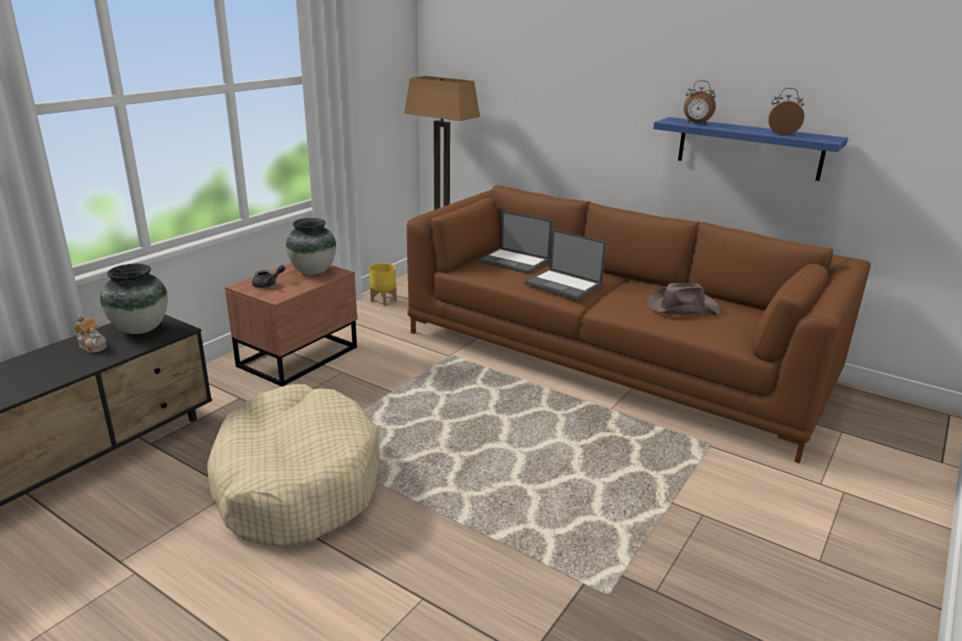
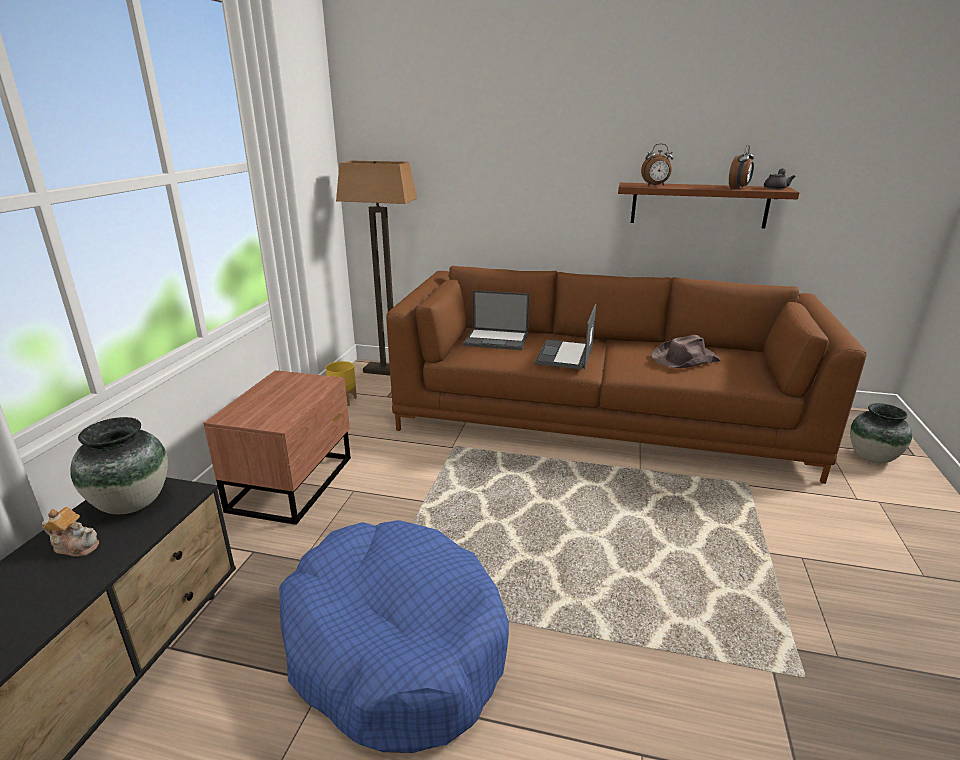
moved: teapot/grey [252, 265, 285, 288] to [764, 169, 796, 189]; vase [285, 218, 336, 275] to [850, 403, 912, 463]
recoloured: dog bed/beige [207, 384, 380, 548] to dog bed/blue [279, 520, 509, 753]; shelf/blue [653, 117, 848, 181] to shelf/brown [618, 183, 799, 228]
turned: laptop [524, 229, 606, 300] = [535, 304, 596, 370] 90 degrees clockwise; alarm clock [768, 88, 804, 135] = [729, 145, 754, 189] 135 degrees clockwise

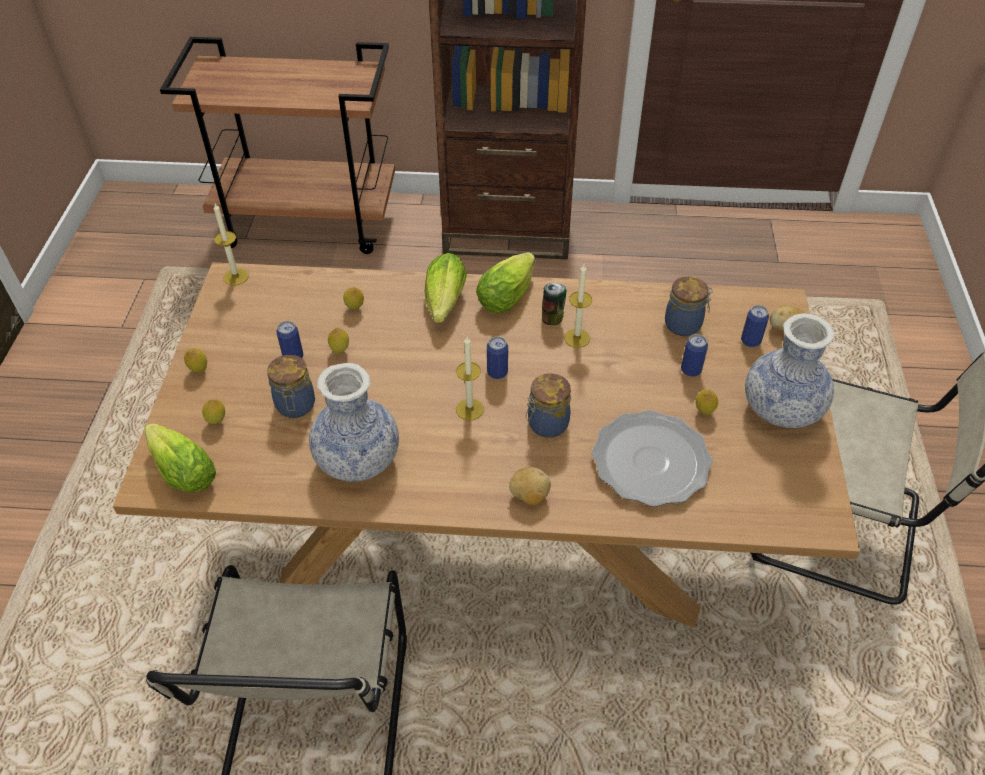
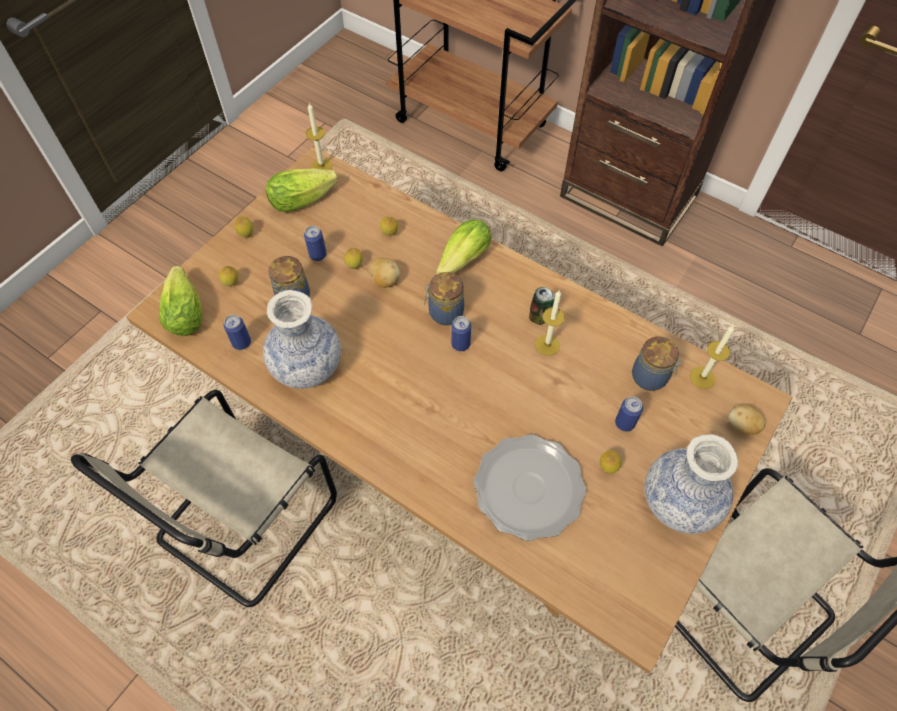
moved: candle [456, 337, 484, 420] to [690, 325, 734, 389]; lettuce [476, 252, 536, 314] to [266, 168, 338, 212]; potato [509, 467, 551, 505] to [369, 258, 400, 288]; jar [526, 373, 571, 438] to [424, 272, 464, 325]; can [741, 305, 769, 347] to [223, 314, 251, 350]

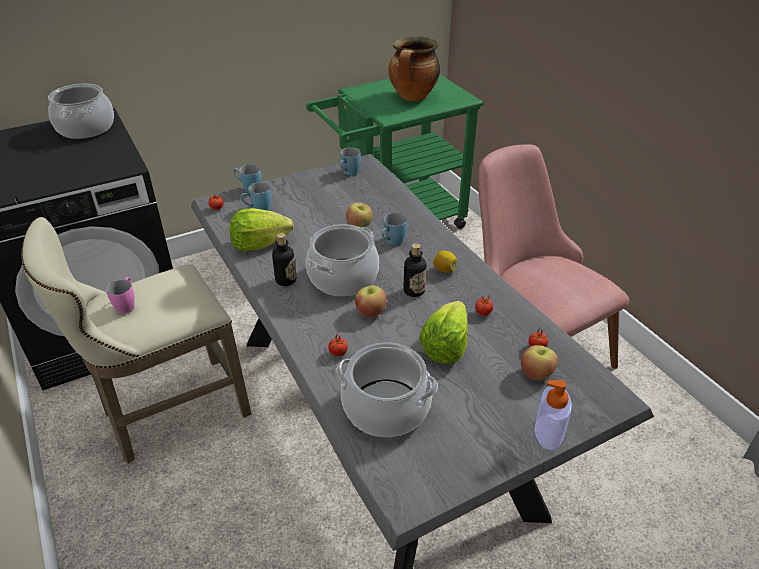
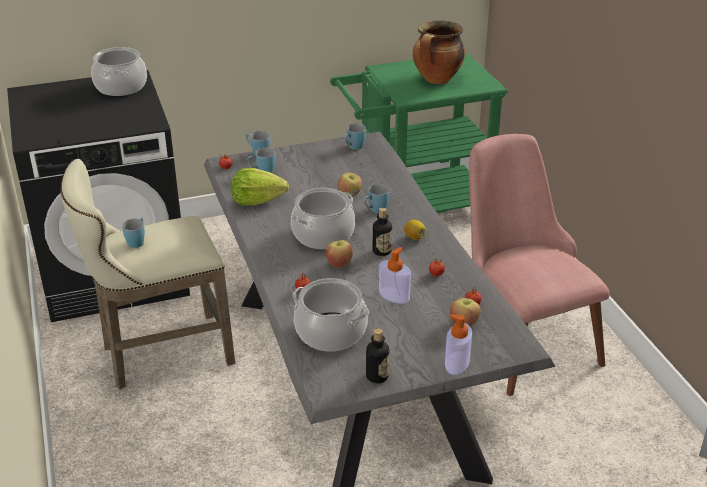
moved: bottle [272, 233, 296, 286] to [366, 328, 389, 383]
replaced: lettuce [419, 301, 468, 364] to soap dispenser [379, 247, 411, 304]
recoloured: mug/pink [106, 277, 135, 314] to mug/blue [122, 217, 145, 248]

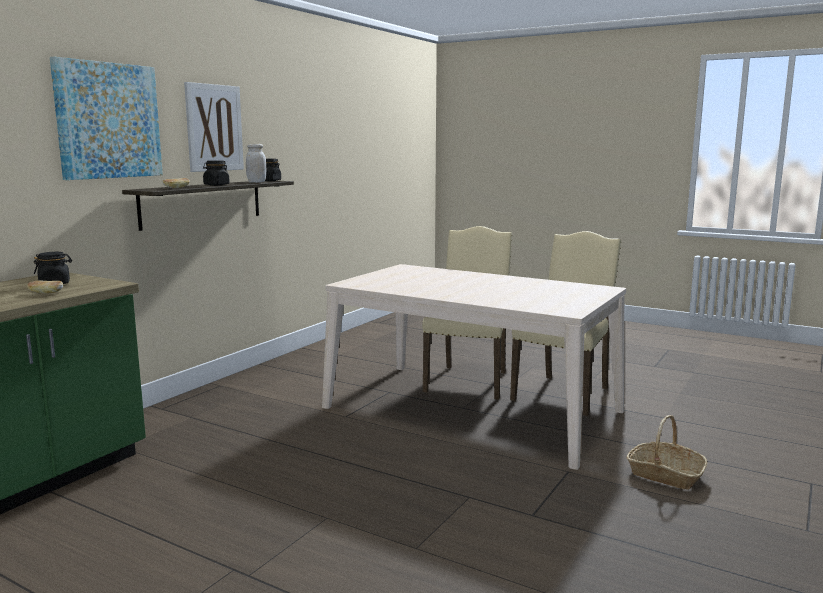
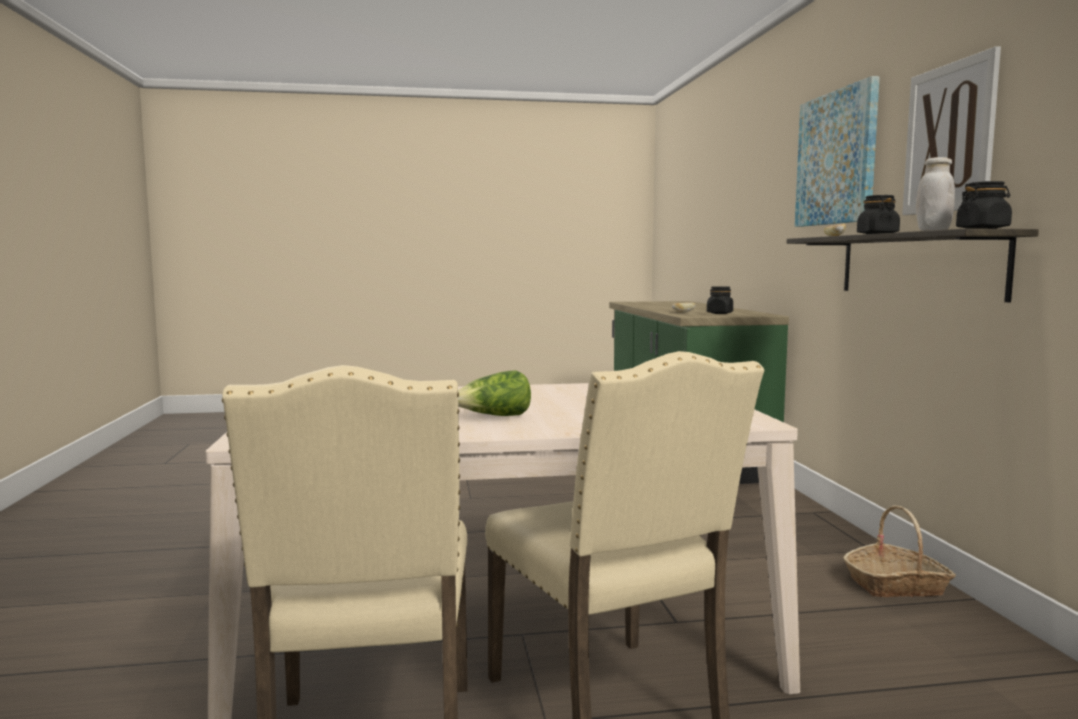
added: lettuce [458, 370, 531, 416]
moved: basket [626, 415, 707, 490] to [843, 505, 956, 597]

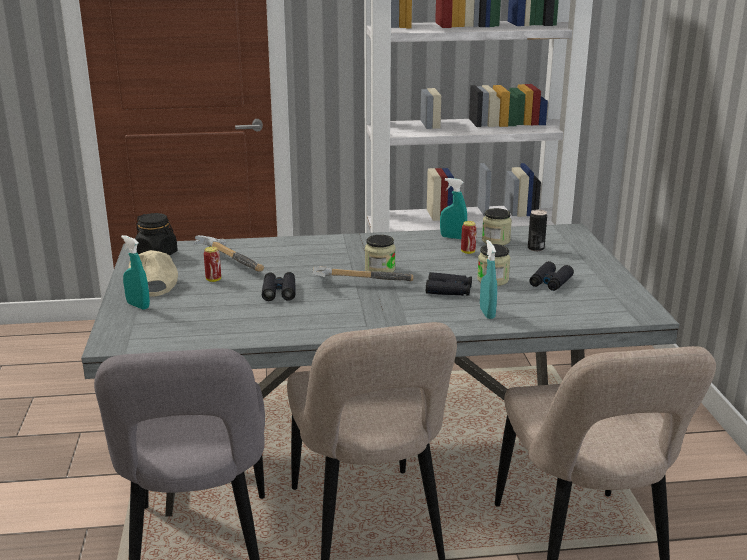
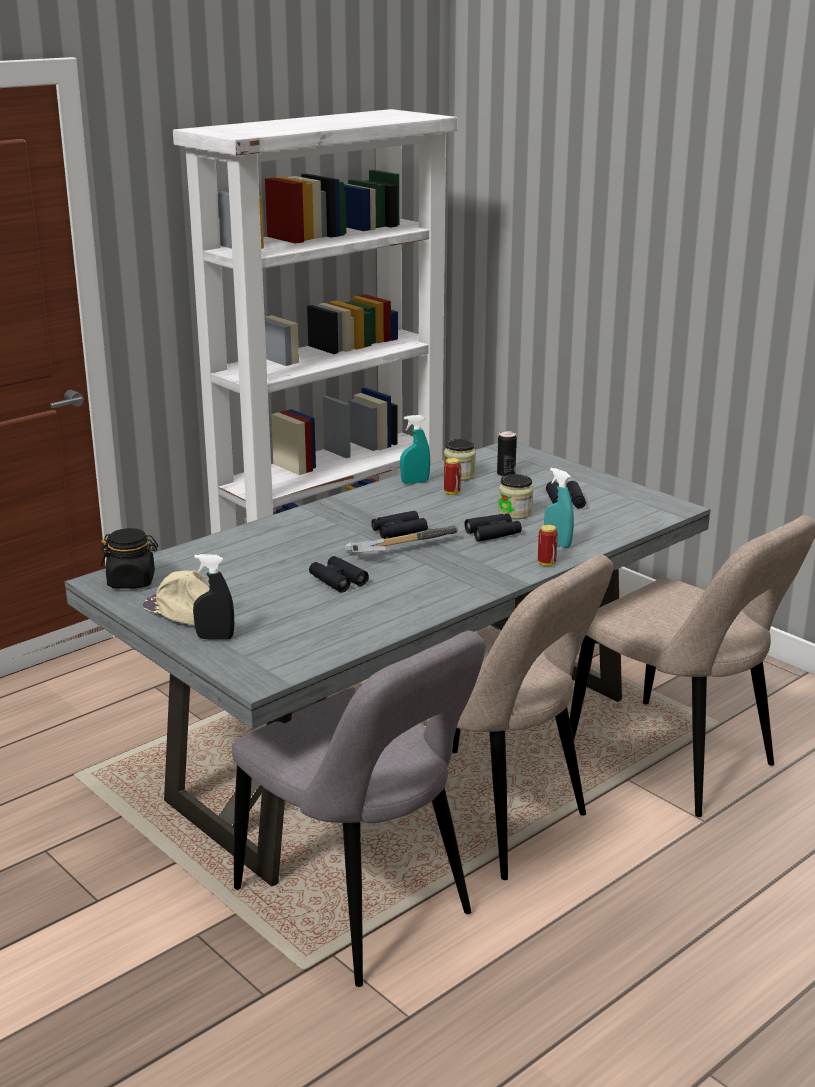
removed: hammer [193, 235, 264, 271]
moved: can [204, 247, 221, 282] to [538, 525, 558, 566]
replaced: jar [365, 235, 396, 272] to binoculars/black [371, 511, 428, 539]
recoloured: spray bottle/turquoise [121, 235, 150, 310] to spray bottle/black [193, 554, 234, 640]

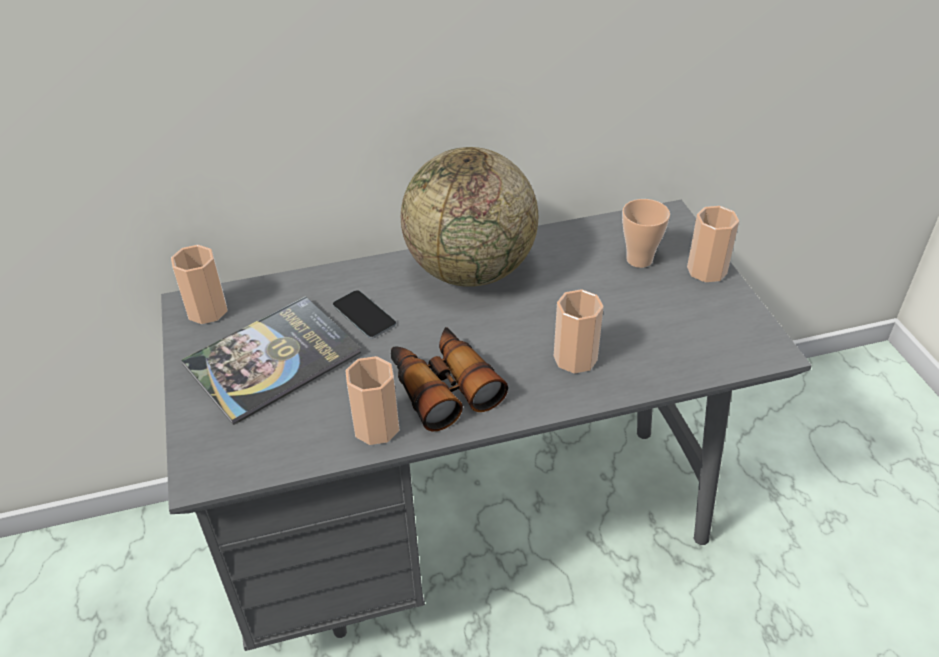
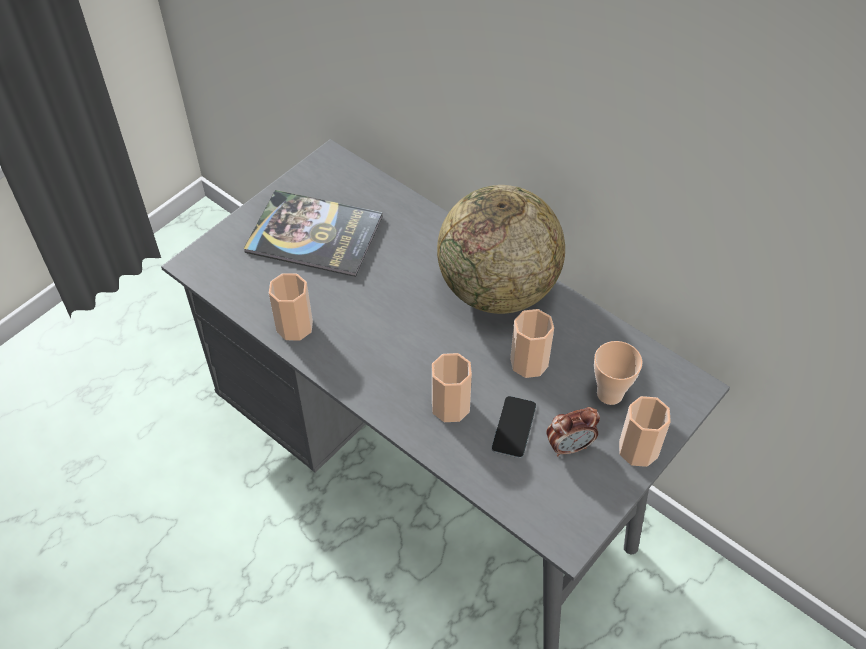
removed: binoculars [391, 327, 508, 431]
added: alarm clock [546, 407, 600, 457]
moved: cup [171, 245, 228, 324] to [510, 309, 554, 378]; phone [333, 290, 396, 339] to [492, 396, 536, 458]

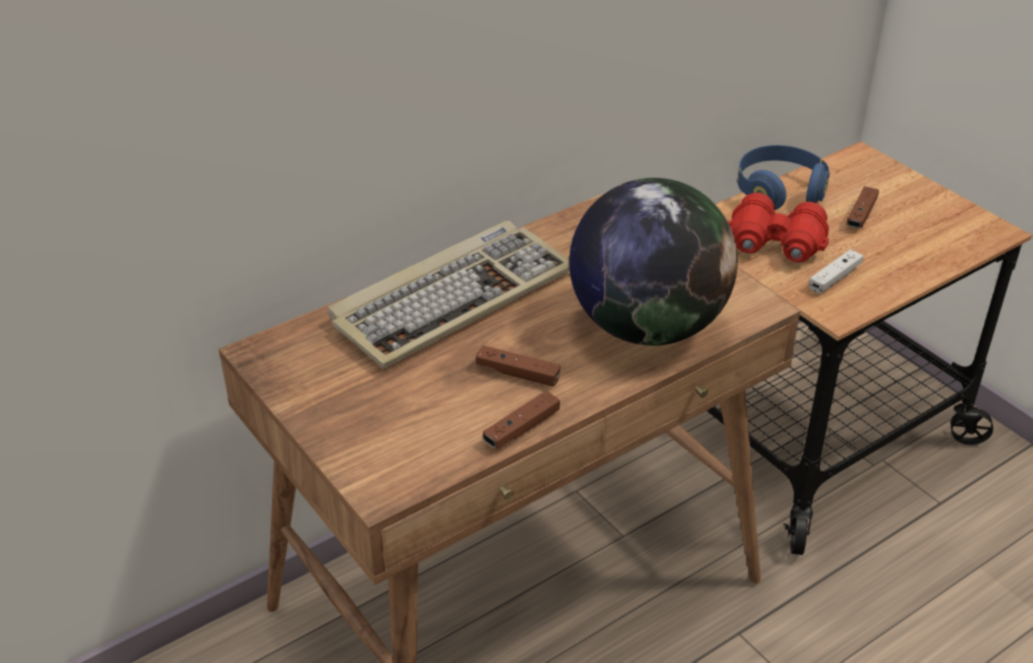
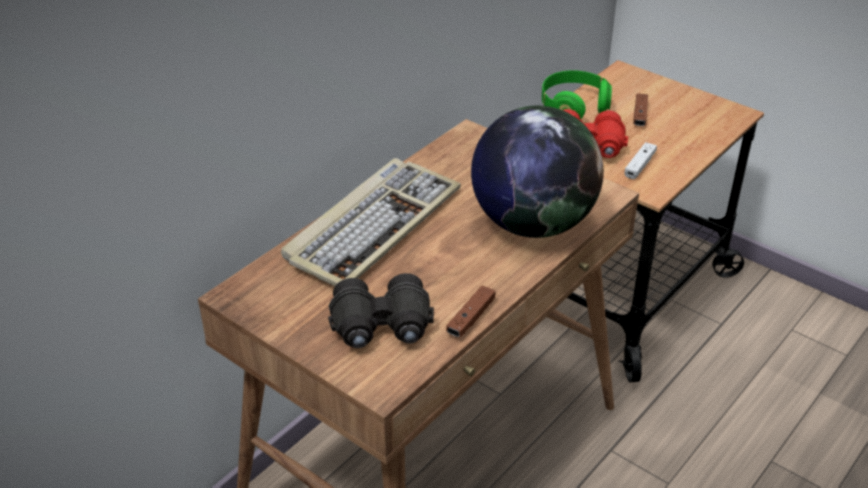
removed: game controller/brown [476, 346, 561, 386]
added: binoculars/black [328, 273, 434, 348]
recoloured: headphones/blue [737, 145, 829, 210] to headphones/green [542, 70, 612, 119]

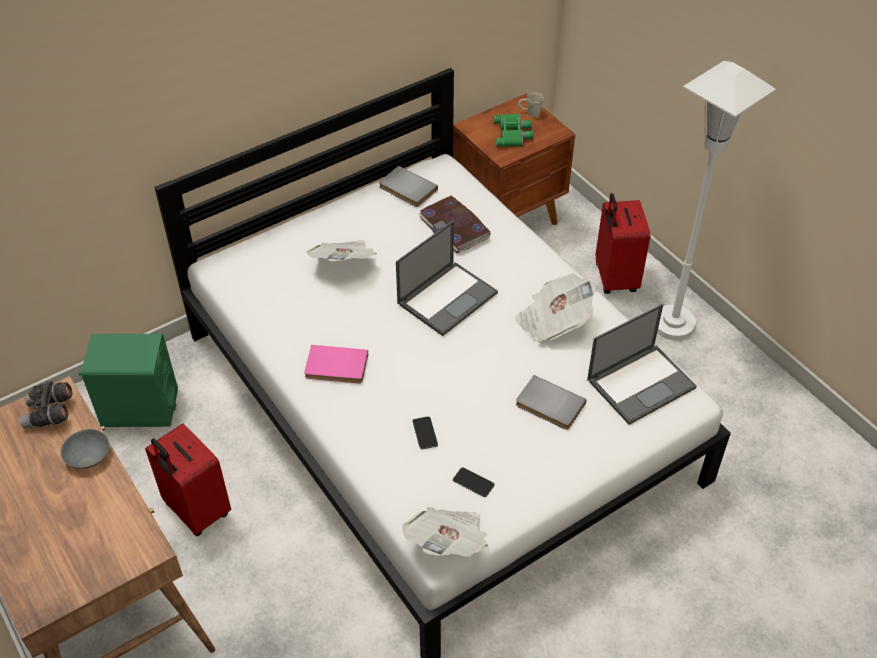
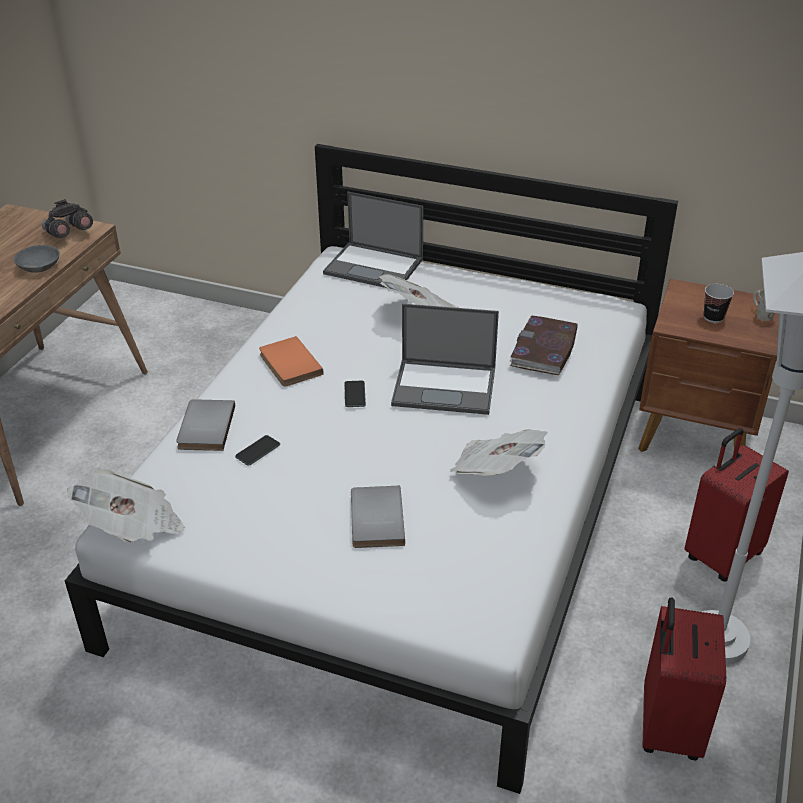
removed: speaker/green [78, 334, 178, 427]
moved: suitcase/red [145, 423, 231, 536] to [642, 597, 726, 760]; book/grey [379, 166, 438, 207] to [176, 399, 235, 451]; phone [453, 467, 495, 497] to [344, 381, 366, 407]; laptop [587, 304, 697, 425] to [323, 192, 423, 288]
replaced: binoculars/green [493, 114, 533, 147] to cup [704, 284, 734, 323]
recoloured: book/pink [304, 345, 368, 383] to book/orange [259, 336, 324, 387]

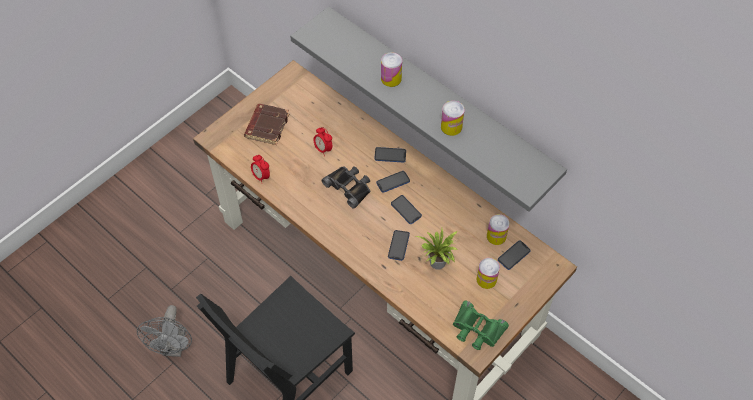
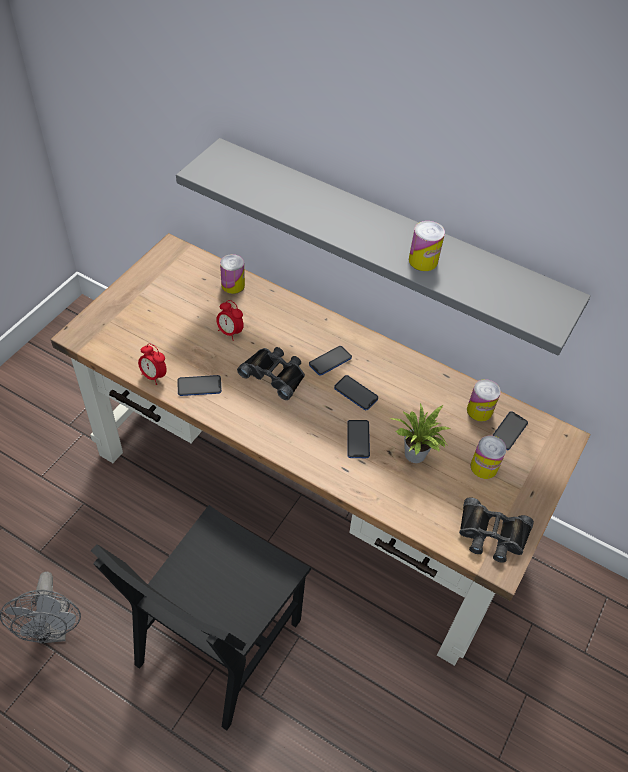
removed: book/brown [244, 104, 289, 145]
moved: phone [374, 147, 406, 163] to [177, 375, 222, 396]; can [381, 53, 402, 87] to [220, 254, 245, 294]
recoloured: binoculars/green [453, 301, 509, 350] to binoculars/black [459, 497, 534, 562]

